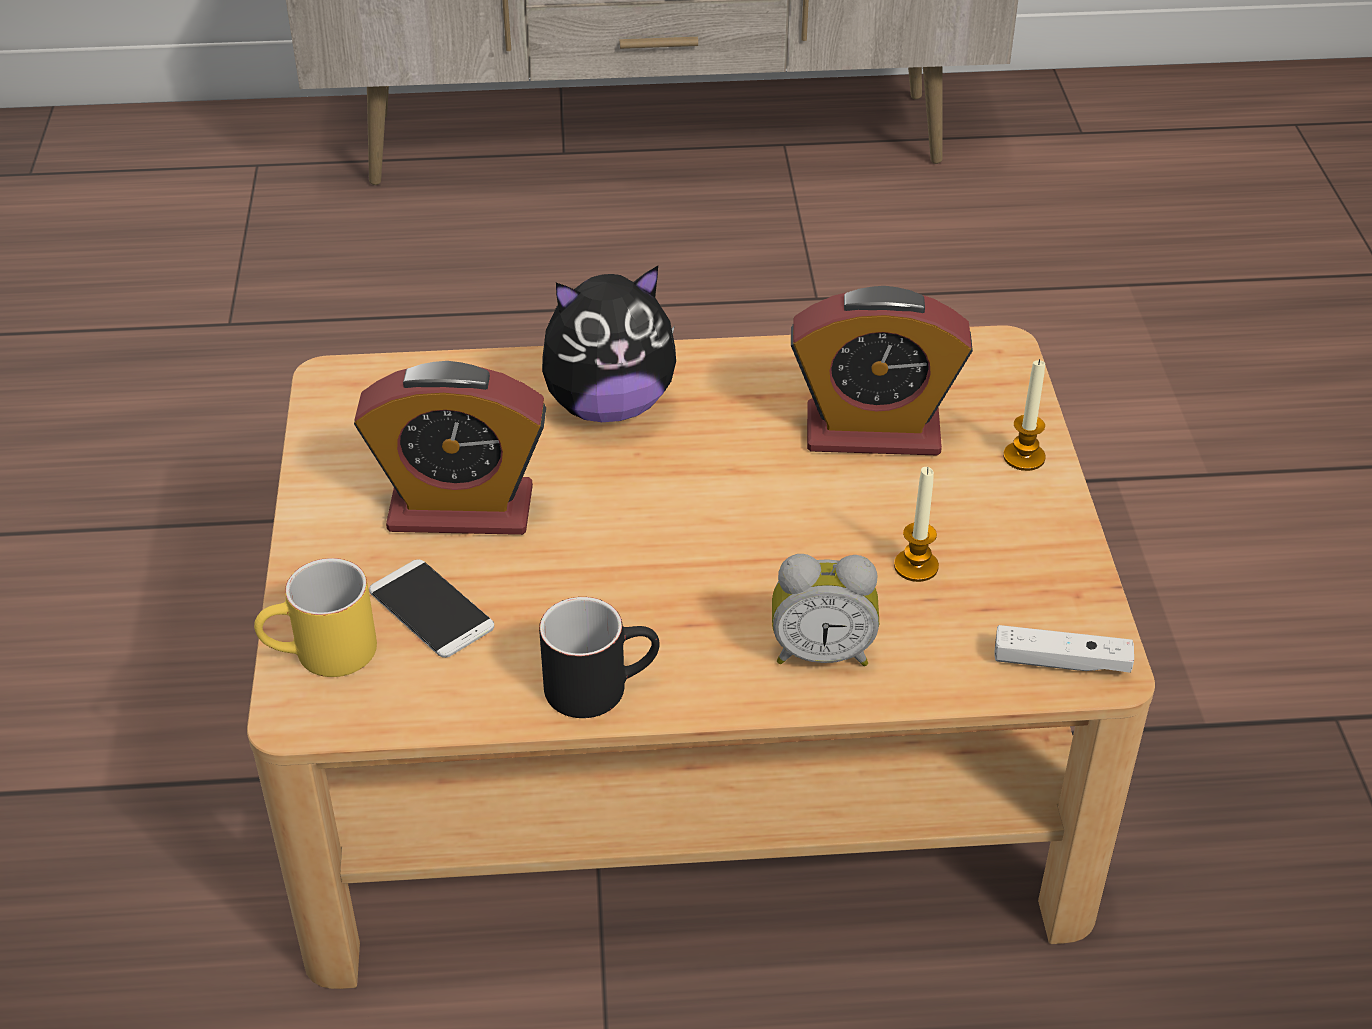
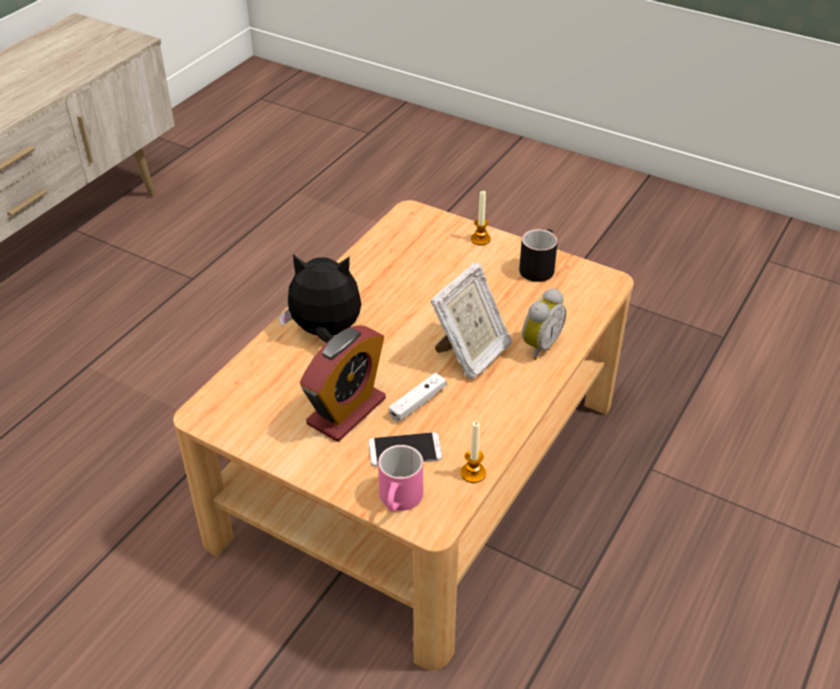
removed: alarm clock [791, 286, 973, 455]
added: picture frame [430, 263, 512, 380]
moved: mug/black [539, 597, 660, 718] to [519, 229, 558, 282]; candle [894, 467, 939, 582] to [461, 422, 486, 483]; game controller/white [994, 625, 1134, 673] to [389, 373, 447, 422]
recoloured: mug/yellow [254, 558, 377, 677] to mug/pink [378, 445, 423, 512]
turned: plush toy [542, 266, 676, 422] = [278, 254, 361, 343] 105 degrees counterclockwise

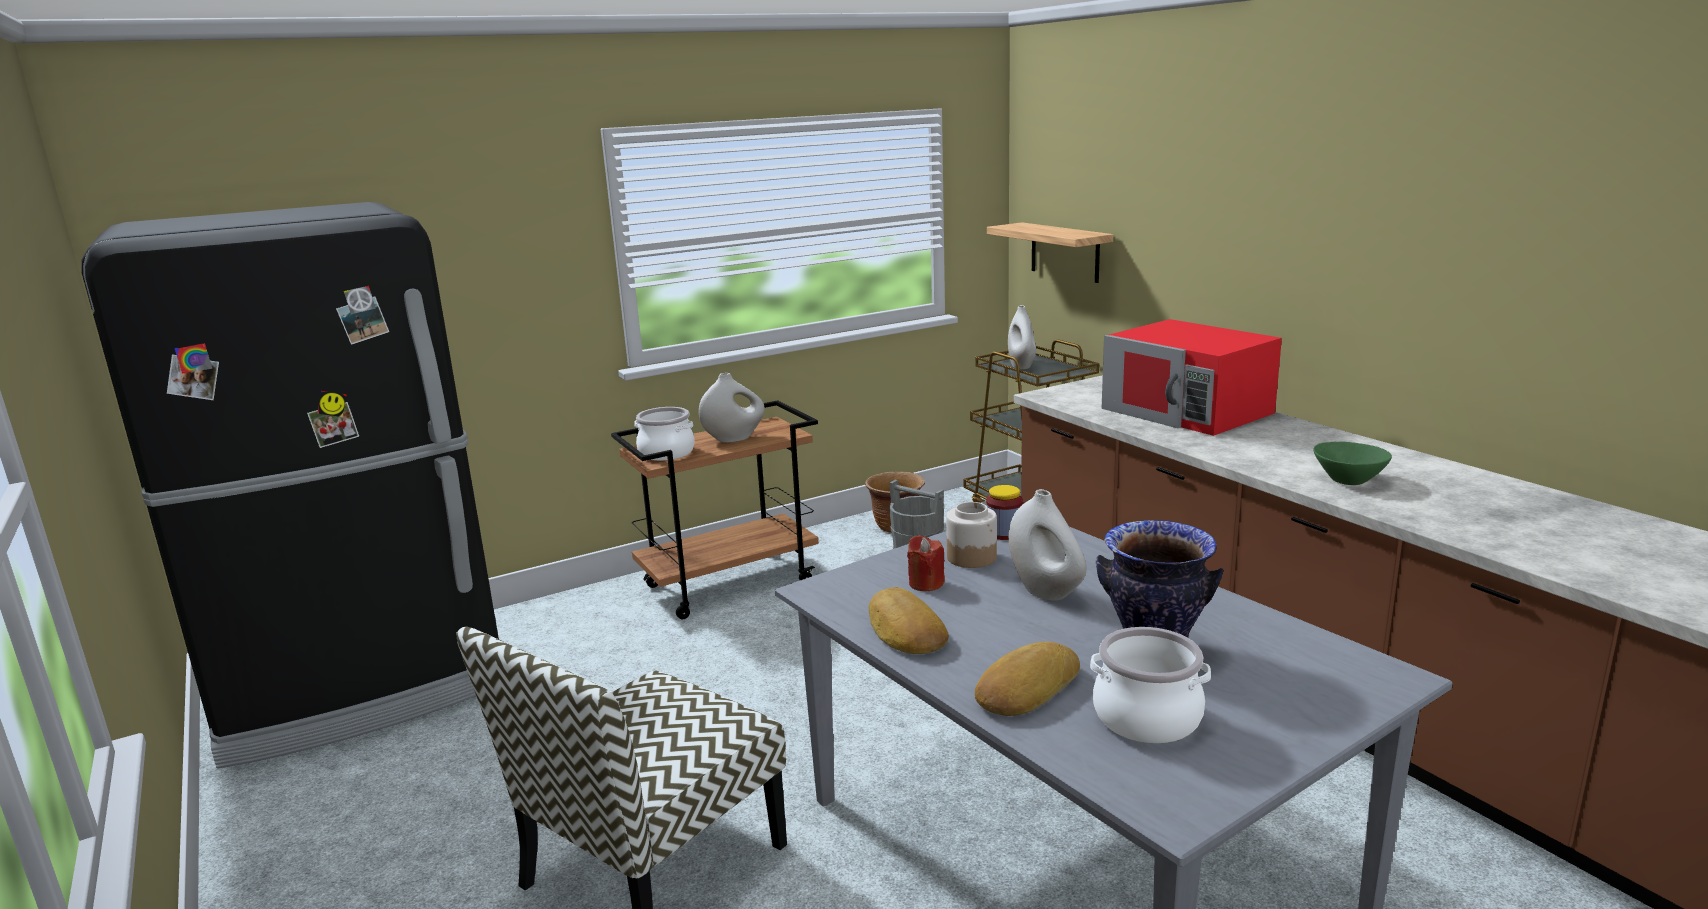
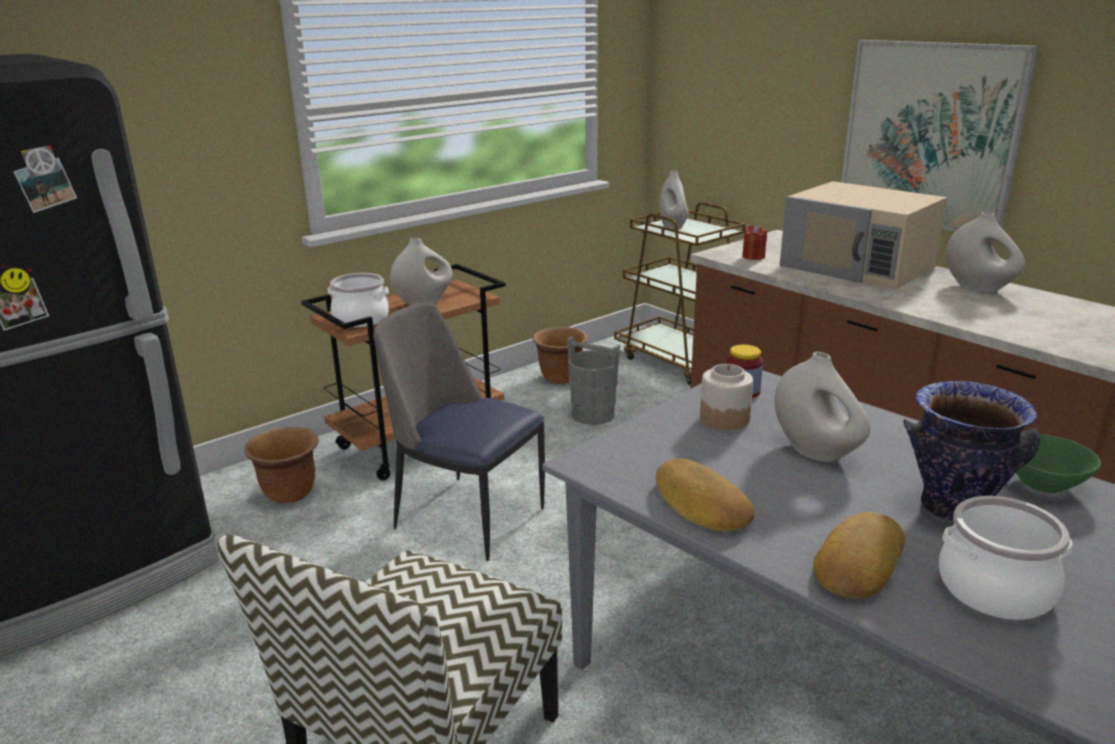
removed: shelf [987, 222, 1113, 283]
added: planter/brown [244, 427, 319, 503]; chair [373, 302, 545, 561]; picture [841, 40, 1038, 231]; vase/white [946, 212, 1025, 293]
moved: candle/red [907, 535, 945, 591] to [742, 224, 767, 260]; bowl/green [1313, 441, 1392, 485] to [1016, 434, 1101, 493]
recoloured: microwave/red [1102, 319, 1282, 436] to microwave/beige [780, 181, 947, 289]

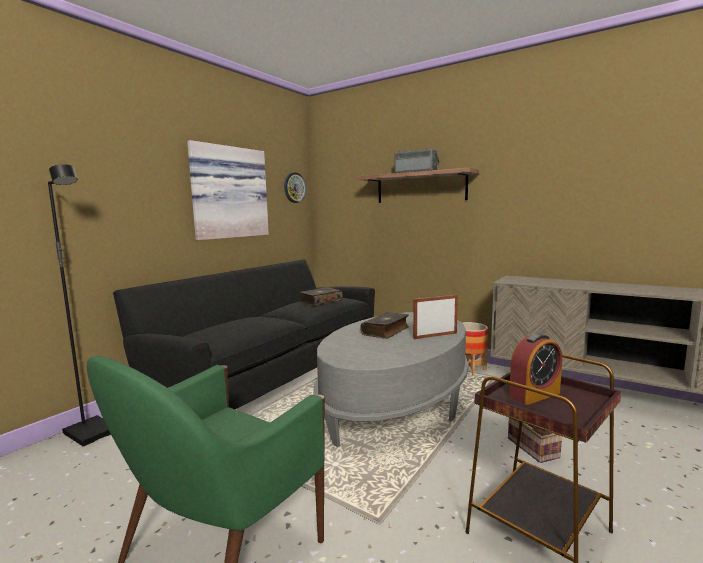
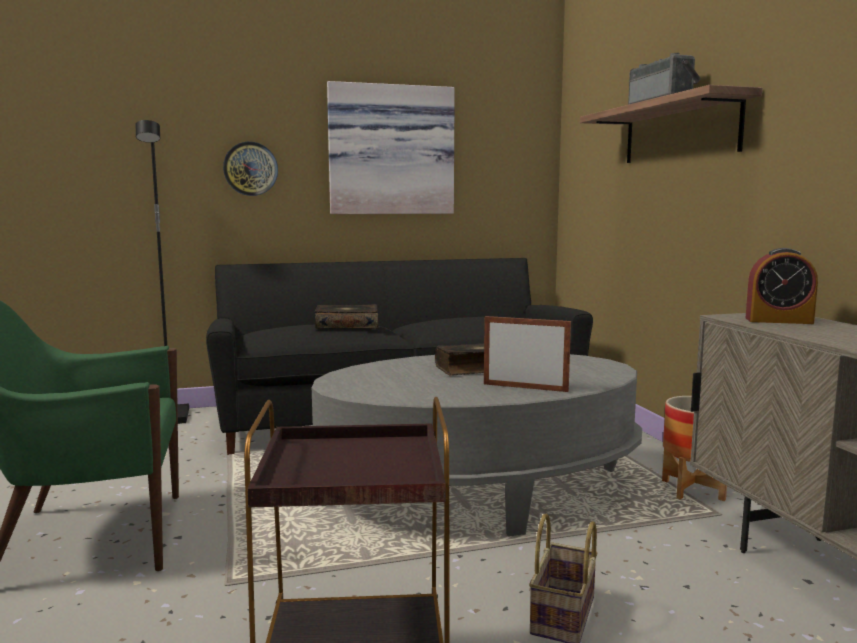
moved: wall clock [284, 172, 306, 203] to [223, 142, 278, 196]; book [299, 287, 342, 306] to [315, 304, 379, 329]; alarm clock [509, 333, 562, 405] to [746, 248, 818, 324]

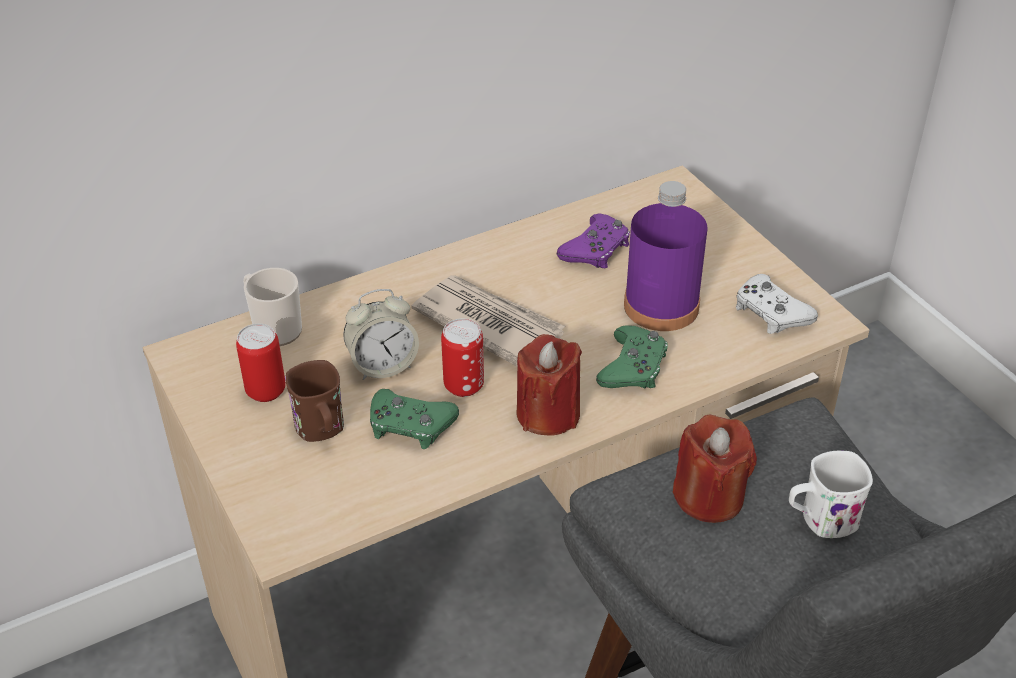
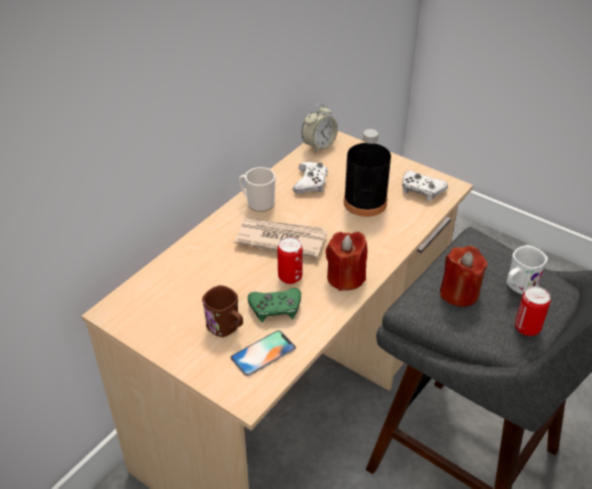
removed: game controller/green [596, 325, 668, 389]
added: phone [231, 330, 296, 376]
moved: can [236, 323, 286, 402] to [515, 286, 551, 336]; mug [243, 268, 302, 346] to [239, 167, 275, 212]; alarm clock [343, 289, 419, 380] to [302, 103, 338, 153]
recoloured: game controller/purple [557, 213, 630, 268] to game controller/white [293, 162, 328, 193]; bottle/purple [624, 181, 708, 331] to bottle/black [344, 129, 391, 217]

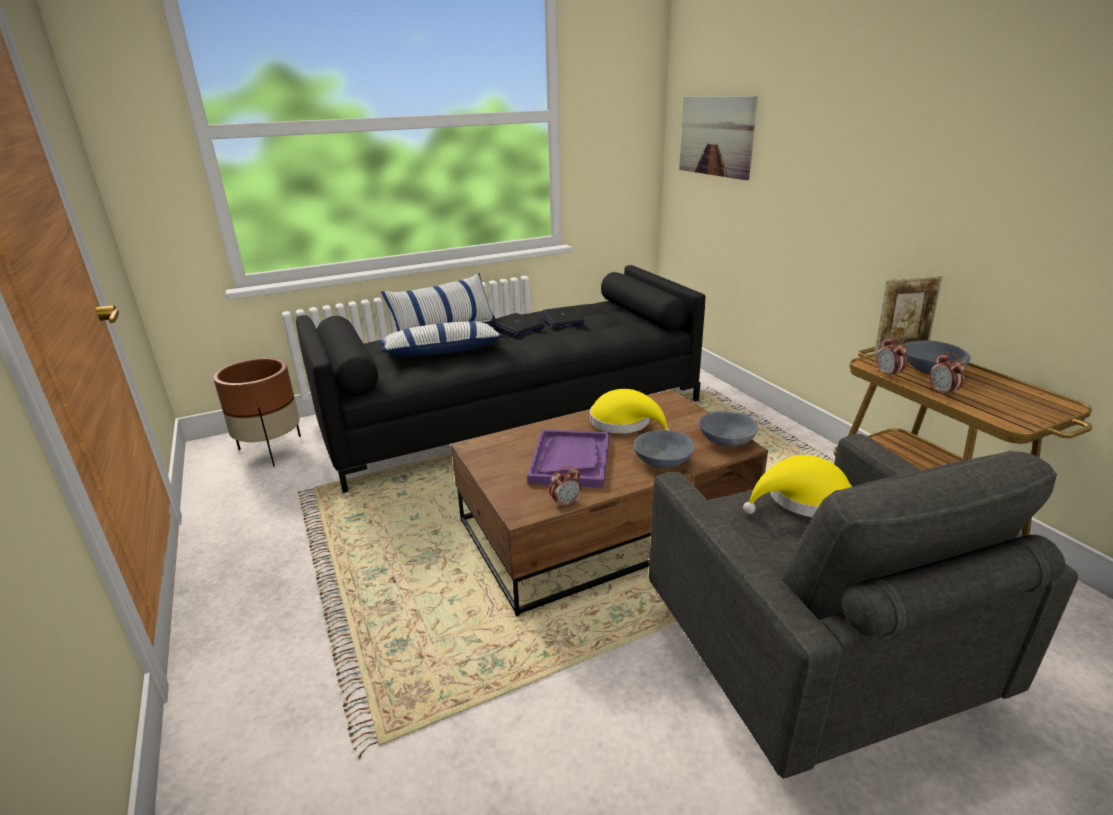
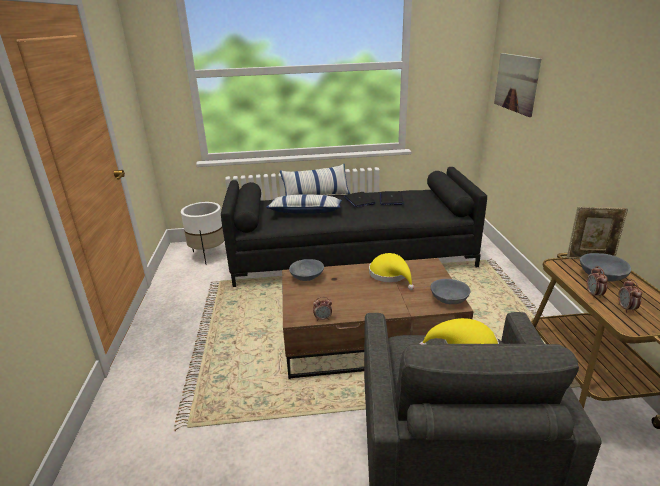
removed: tray/purple [527, 429, 609, 488]
moved: bowl/grey [634, 430, 695, 468] to [289, 259, 324, 281]; alarm clock [876, 336, 907, 379] to [618, 279, 642, 313]
recoloured: planter/brown [213, 358, 301, 466] to planter/white [181, 202, 224, 264]

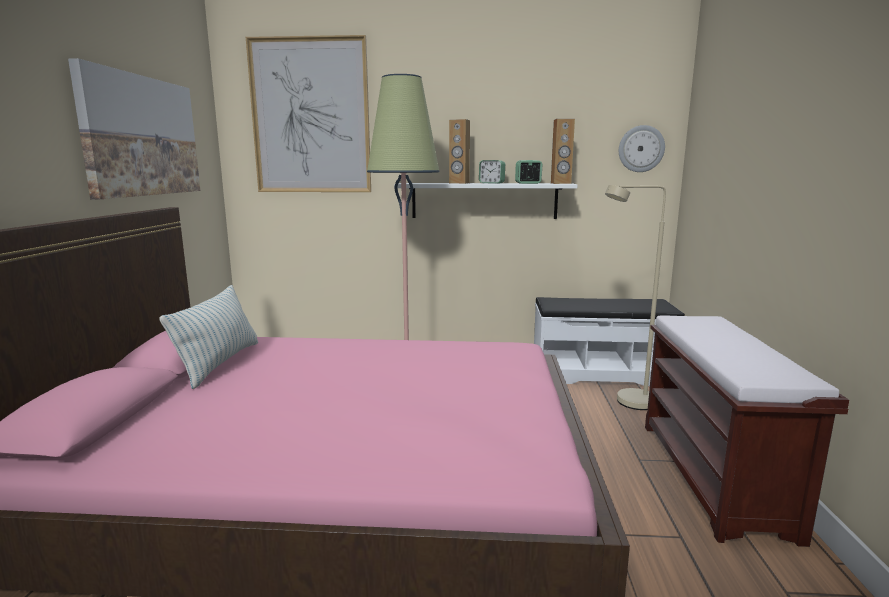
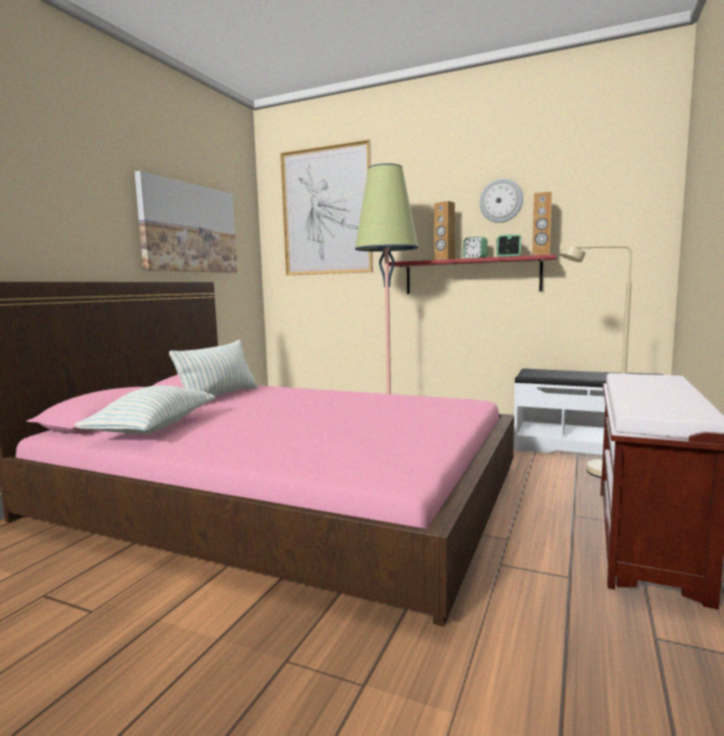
added: pillow [75, 385, 215, 434]
moved: wall clock [619, 125, 665, 172] to [480, 179, 523, 223]
recoloured: shelf/white [394, 183, 578, 219] to shelf/red [389, 254, 557, 294]

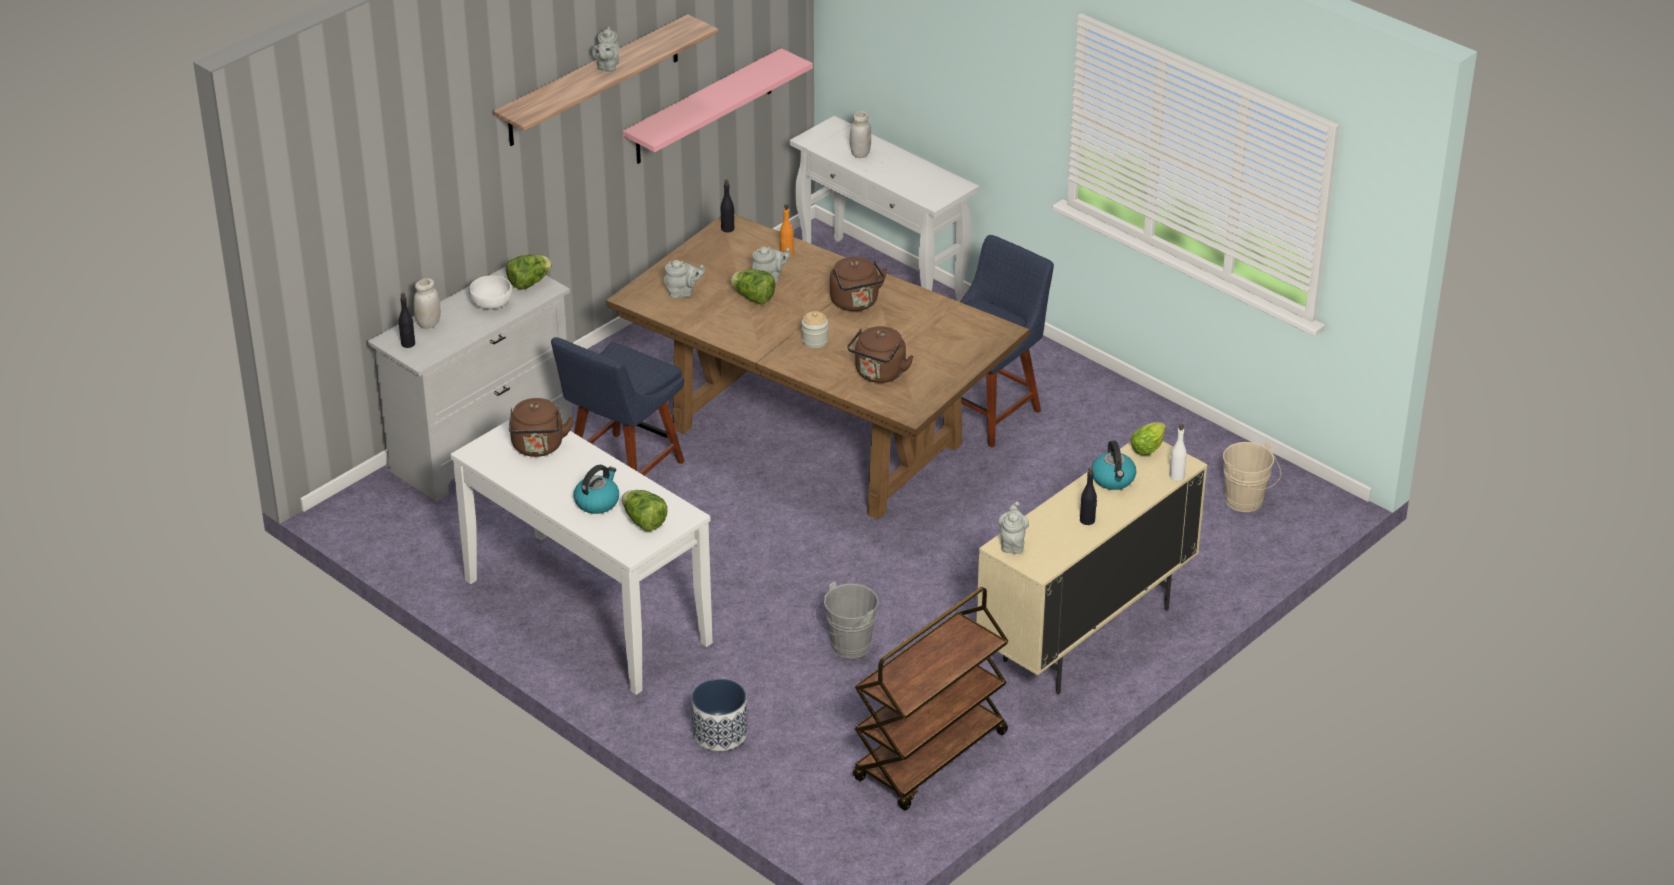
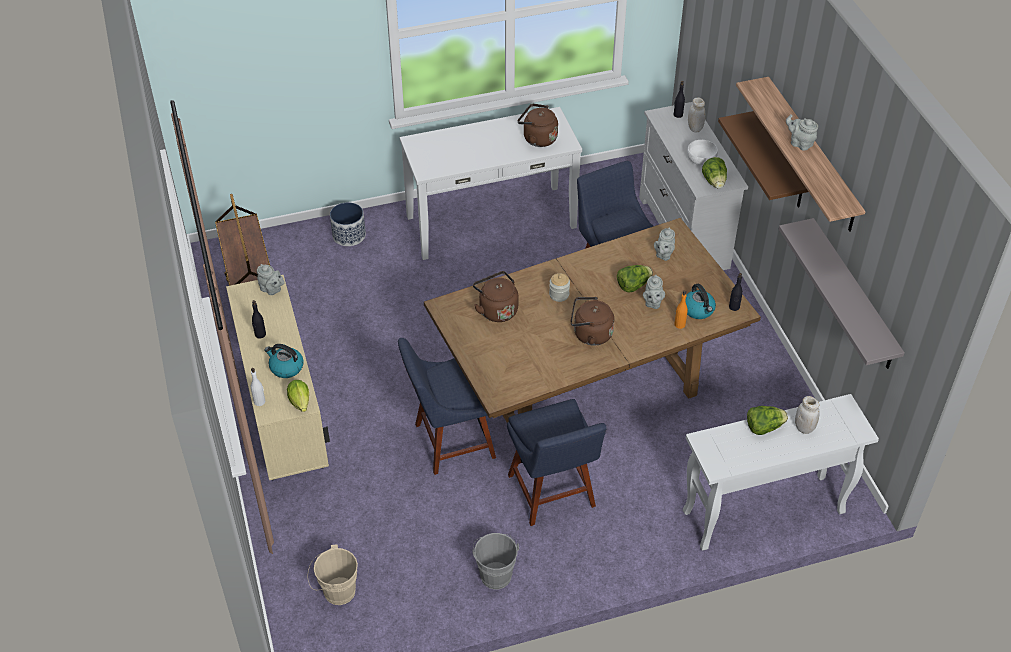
added: chair/blue [398, 338, 496, 475]; shelf/brown [718, 111, 809, 208]
moved: kettle [573, 465, 619, 514] to [685, 284, 716, 319]; lettuce [622, 490, 667, 531] to [747, 406, 788, 435]; bucket/grey [814, 581, 878, 658] to [472, 533, 519, 590]
recoloured: shelf/pink [623, 48, 813, 164] to shelf/grey [779, 218, 905, 369]

